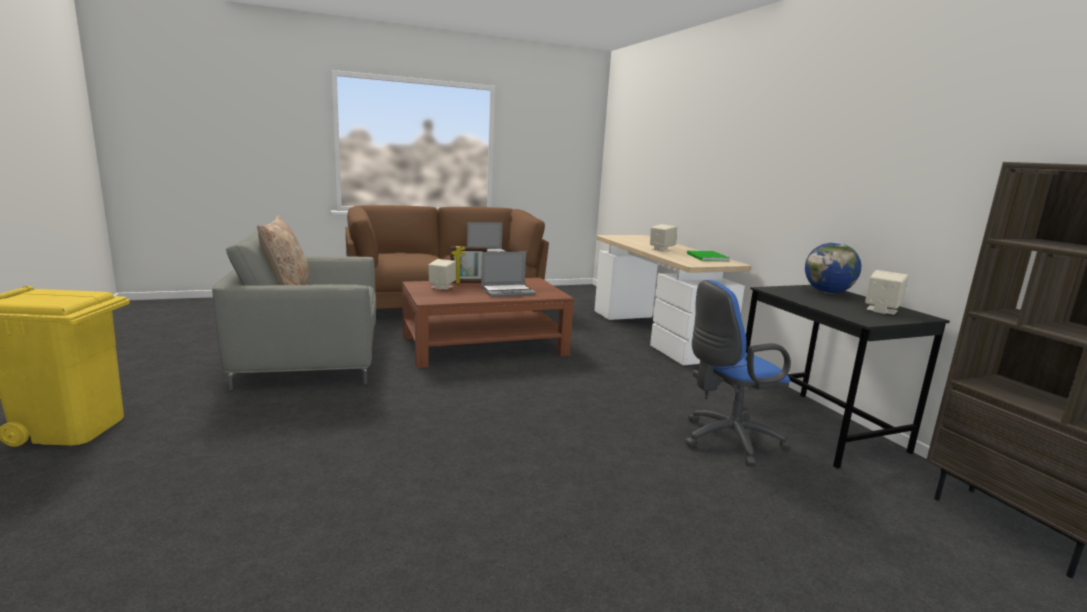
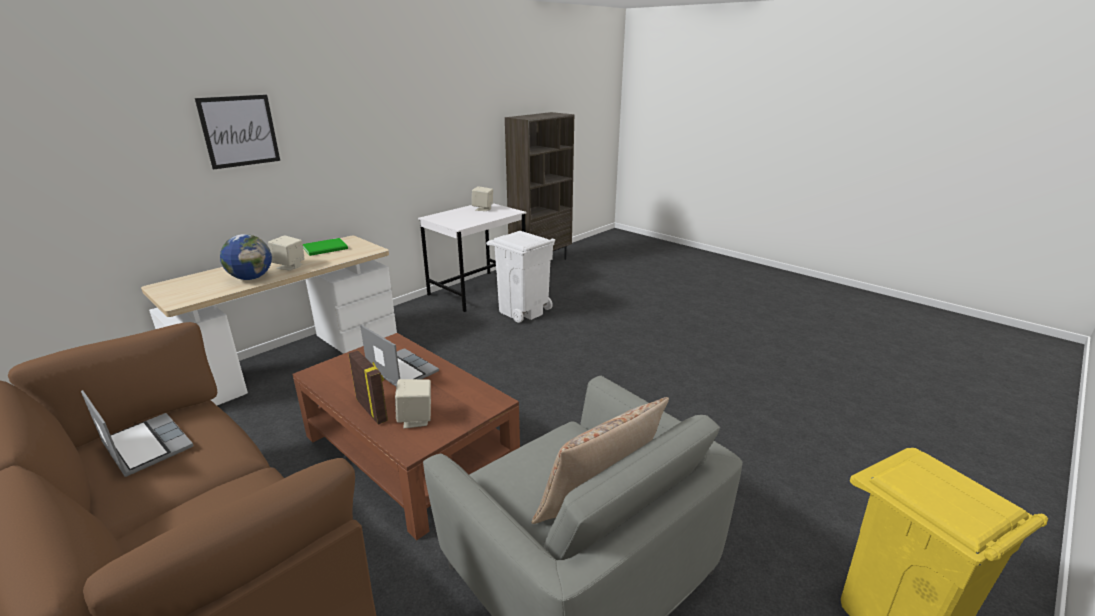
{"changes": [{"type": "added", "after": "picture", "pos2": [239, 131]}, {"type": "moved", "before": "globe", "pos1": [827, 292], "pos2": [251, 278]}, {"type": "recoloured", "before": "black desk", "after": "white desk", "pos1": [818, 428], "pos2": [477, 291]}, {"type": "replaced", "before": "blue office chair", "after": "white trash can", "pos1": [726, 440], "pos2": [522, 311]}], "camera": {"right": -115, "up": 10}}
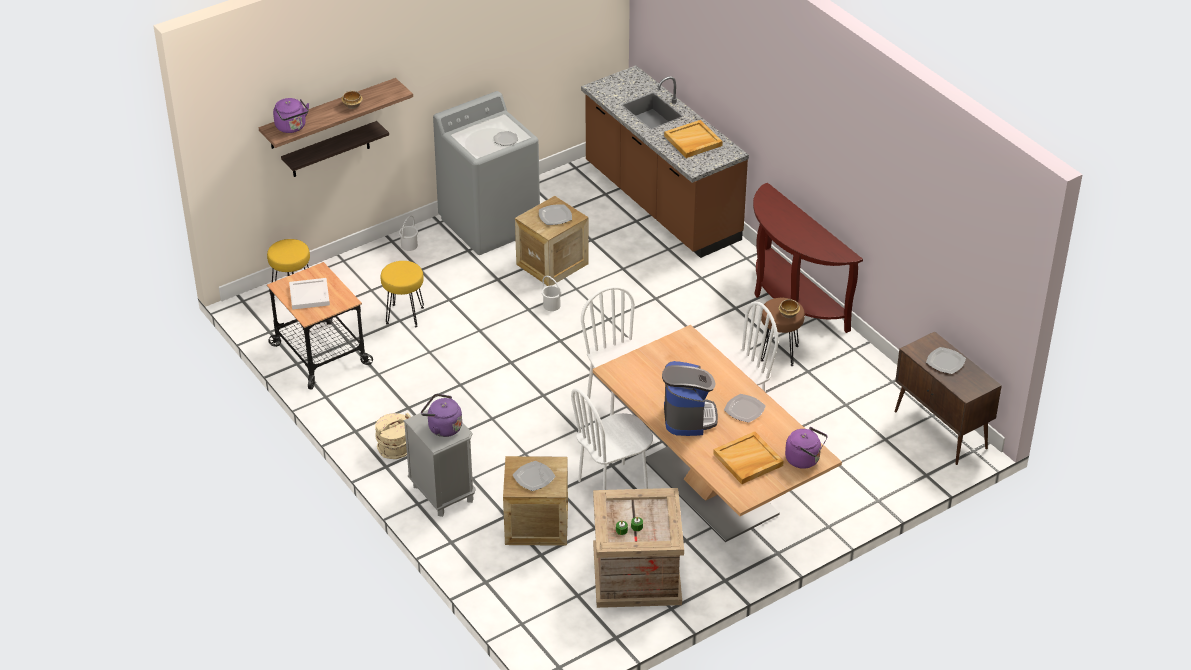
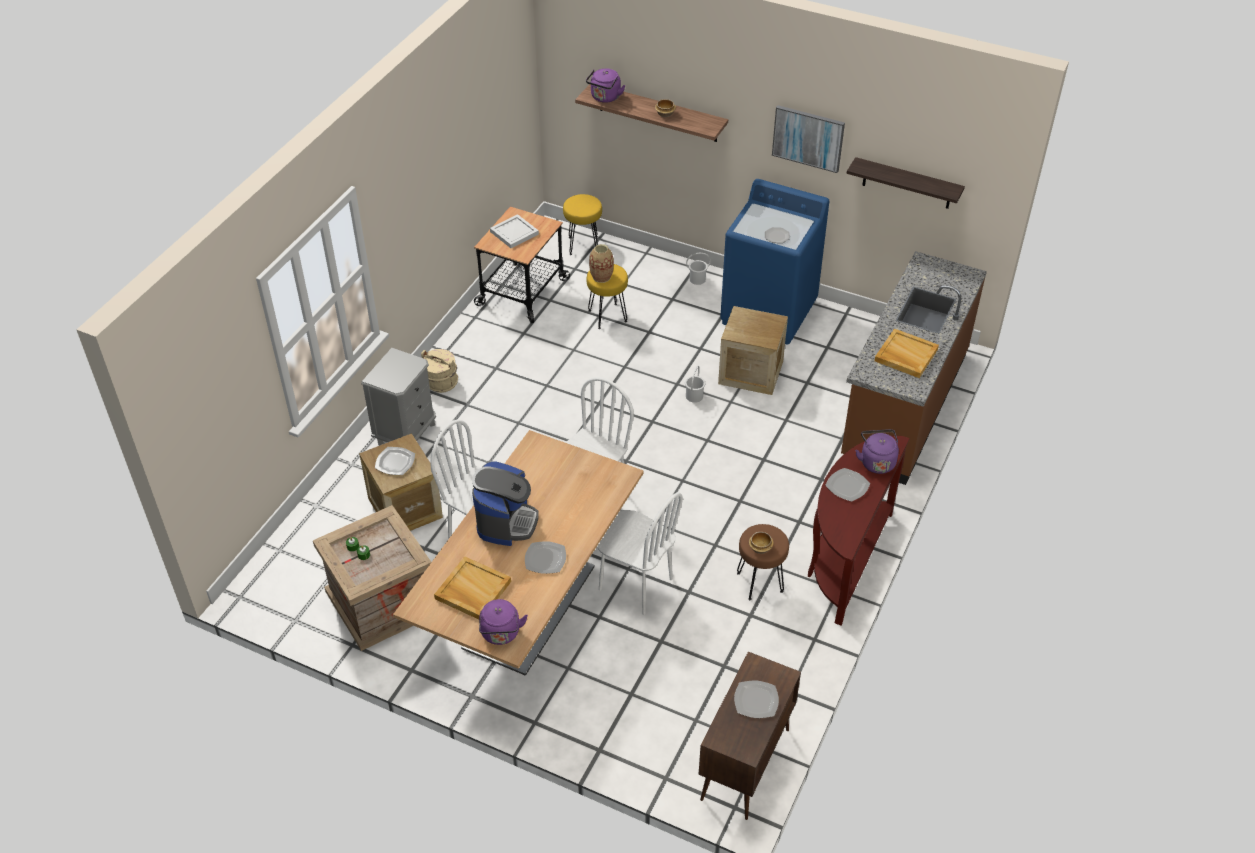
{"changes": [{"type": "turned", "before": "coffee machine", "pos1": [688, 417], "pos2": [506, 522], "turn": -45}, {"type": "added", "after": "vase", "pos2": [601, 277]}, {"type": "recoloured", "before": "grey washing machine", "after": "blue washing machine", "pos1": [490, 224], "pos2": [769, 312]}, {"type": "added", "after": "picture", "pos2": [808, 138]}, {"type": "moved", "before": "plate", "pos1": [555, 216], "pos2": [847, 486]}, {"type": "moved", "before": "shelf", "pos1": [330, 150], "pos2": [907, 184]}, {"type": "moved", "before": "purple kettle", "pos1": [442, 428], "pos2": [876, 461]}], "camera": {"right": 60, "up": 5}}
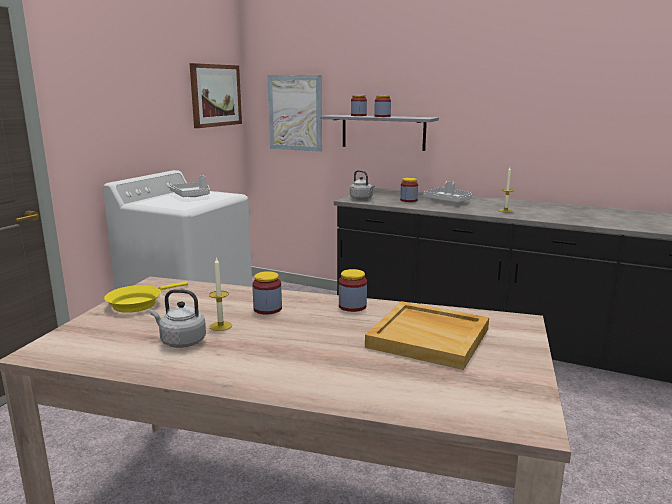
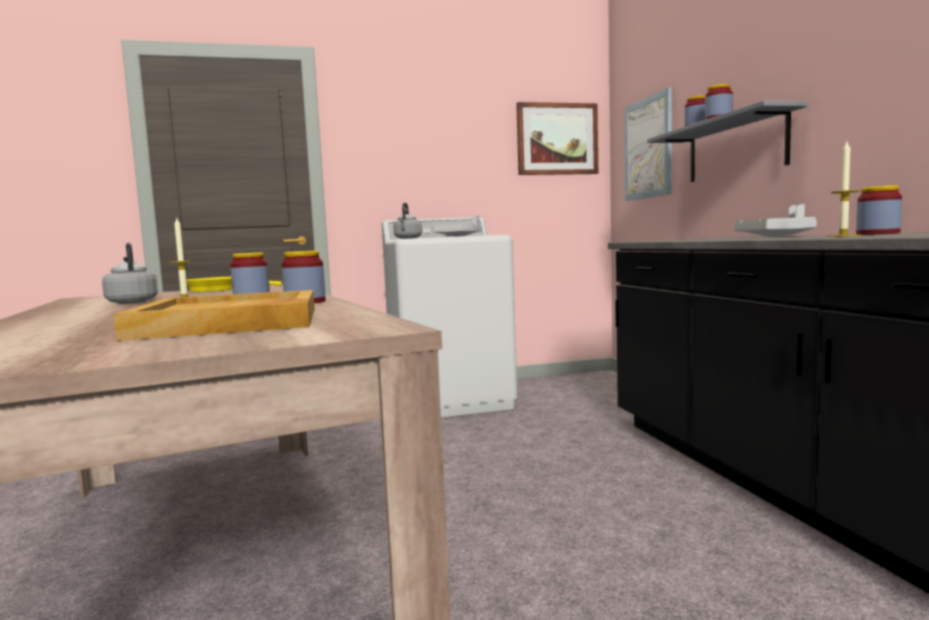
{"changes": [{"type": "moved", "before": "grey kettle", "pos1": [362, 199], "pos2": [407, 238]}, {"type": "moved", "before": "jar", "pos1": [408, 200], "pos2": [877, 234]}], "camera": {"right": 50, "up": -10}}
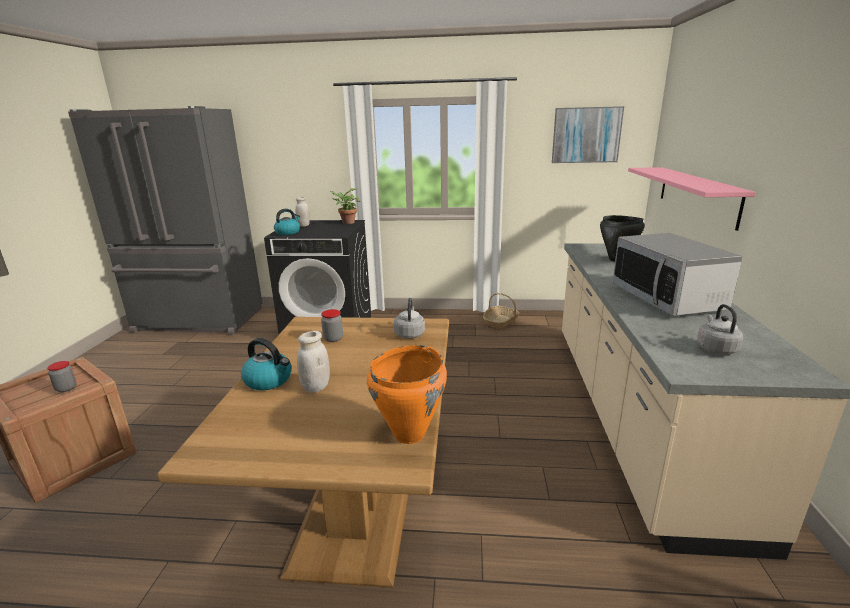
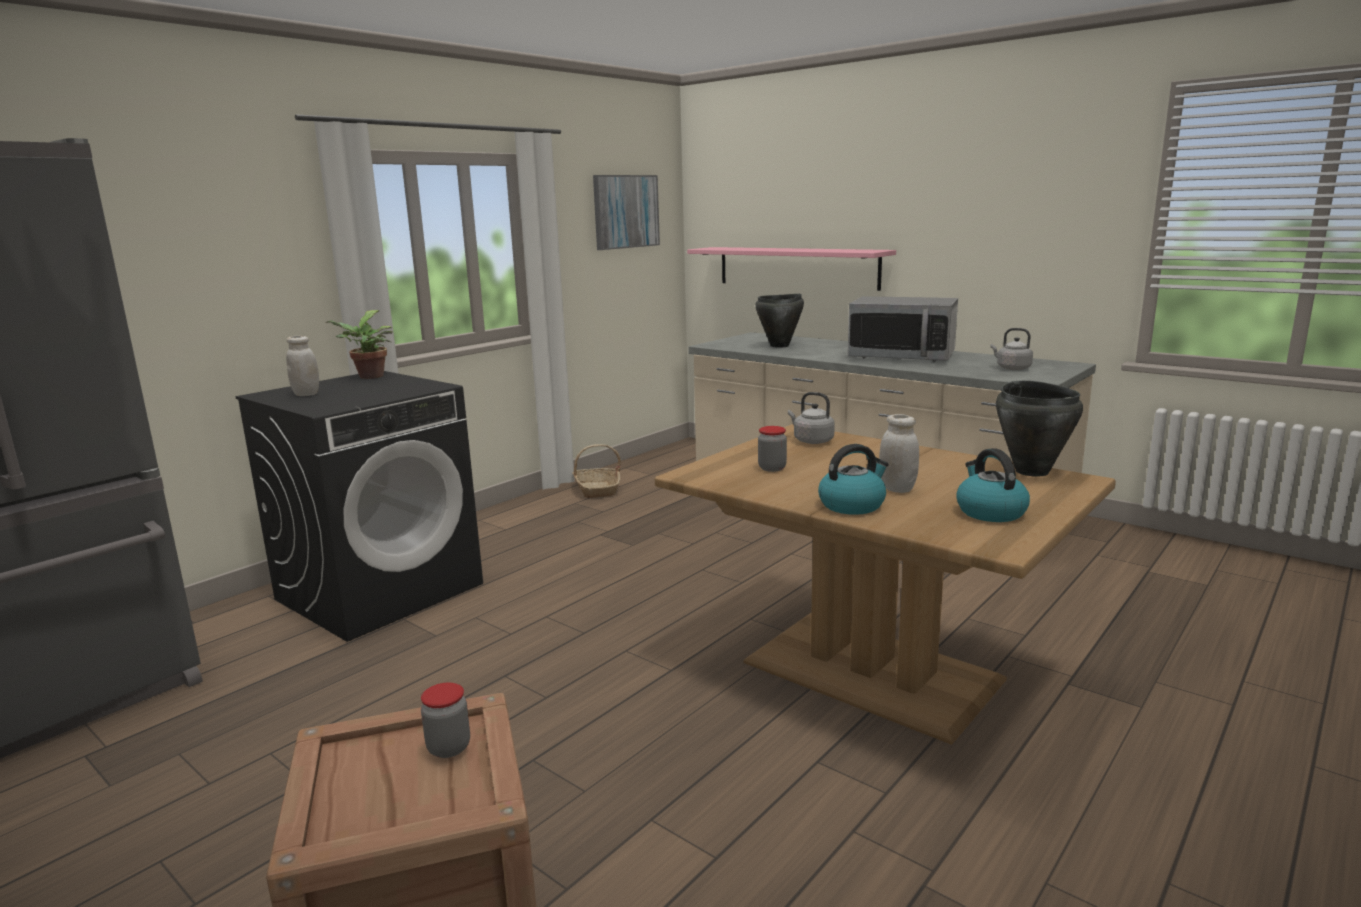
{"changes": [{"type": "moved", "before": "kettle", "pos1": [288, 232], "pos2": [989, 512]}, {"type": "recoloured", "before": "orange cooking pot", "after": "black cooking pot", "pos1": [410, 434], "pos2": [1032, 471]}], "camera": {"right": -55, "up": -5}}
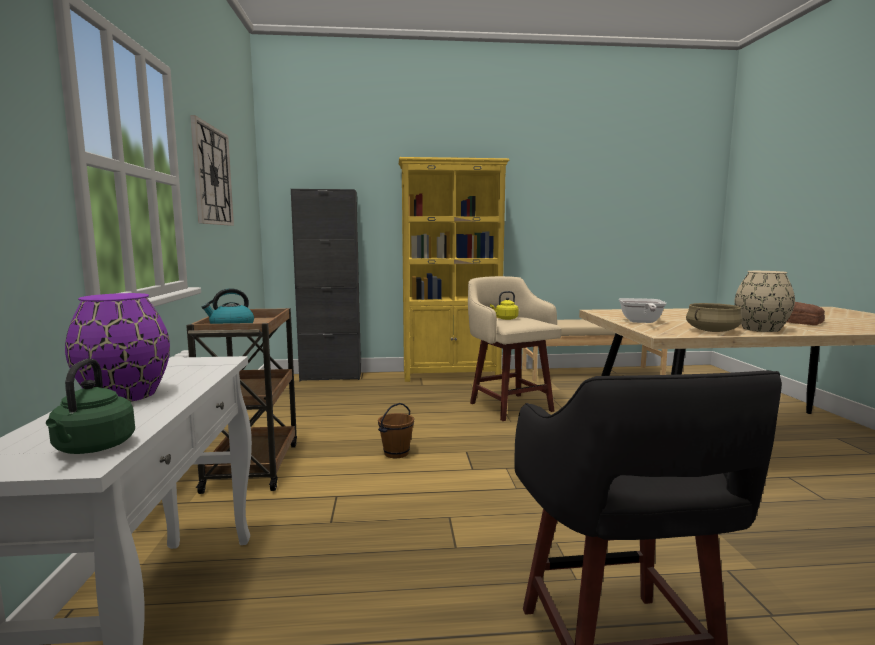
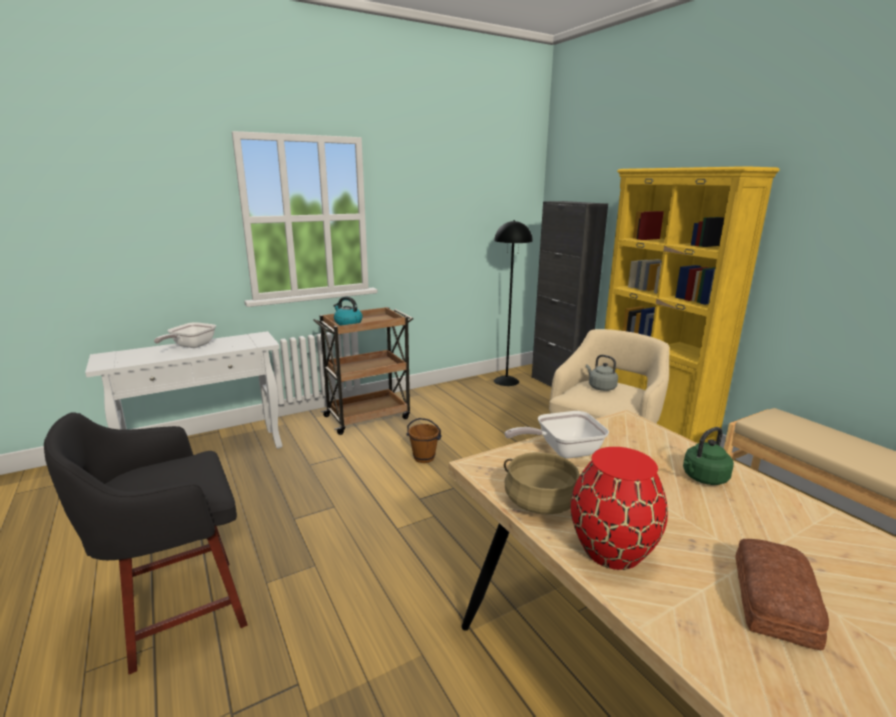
{"changes": [{"type": "replaced", "before": "purple vase", "after": "frying pan", "pos1": [123, 396], "pos2": [190, 346]}, {"type": "added", "after": "black floor lamp", "pos2": [506, 381]}, {"type": "recoloured", "before": "beige vase", "after": "red vase", "pos1": [761, 329], "pos2": [613, 551]}, {"type": "recoloured", "before": "yellow kettle", "after": "grey kettle", "pos1": [505, 319], "pos2": [600, 387]}, {"type": "moved", "before": "green kettle", "pos1": [93, 448], "pos2": [703, 478]}, {"type": "removed", "before": "wall clock", "pos1": [212, 176]}], "camera": {"right": 65, "up": 10}}
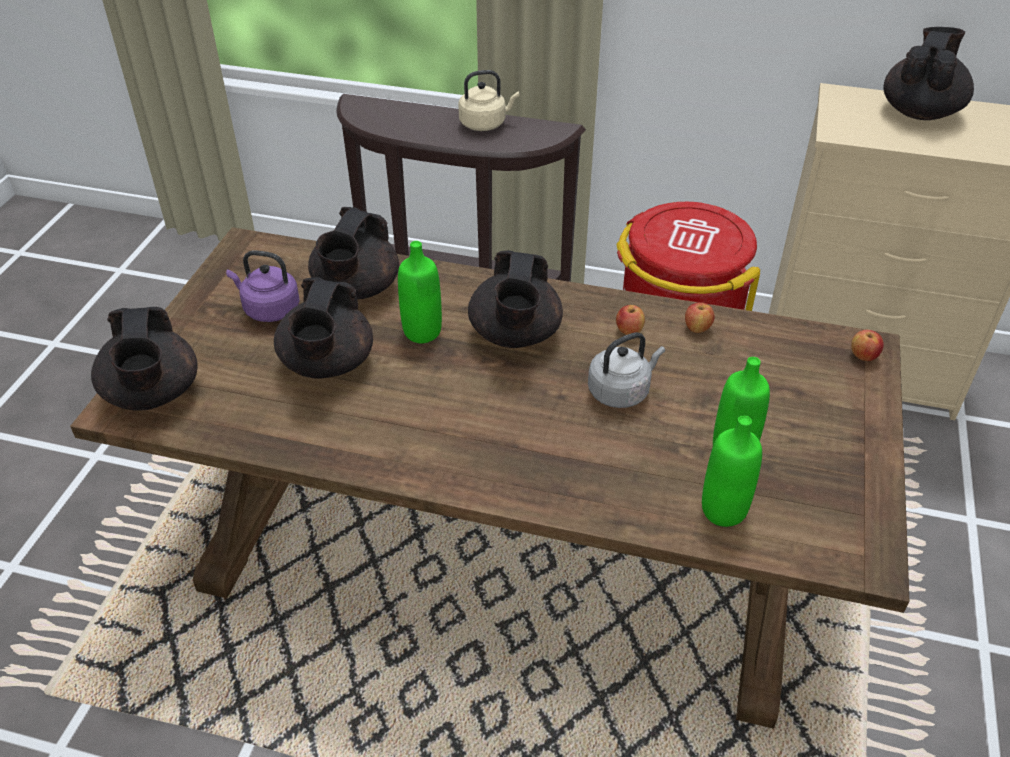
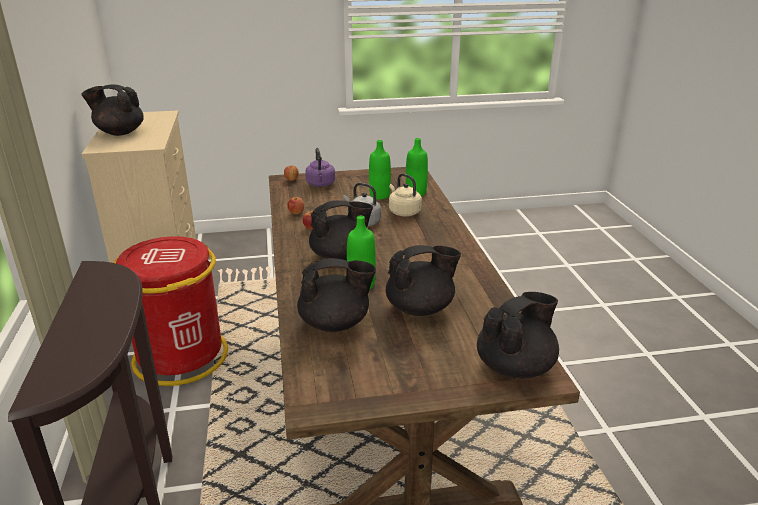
{"changes": [{"type": "moved", "before": "purple kettle", "pos1": [269, 309], "pos2": [320, 184]}, {"type": "moved", "before": "beige kettle", "pos1": [485, 124], "pos2": [403, 212]}], "camera": {"right": -115, "up": -15}}
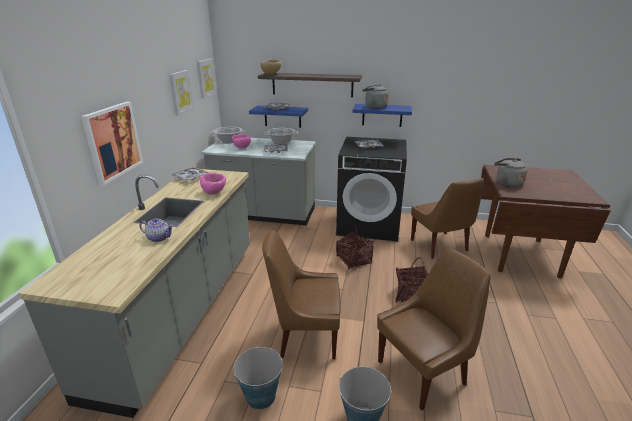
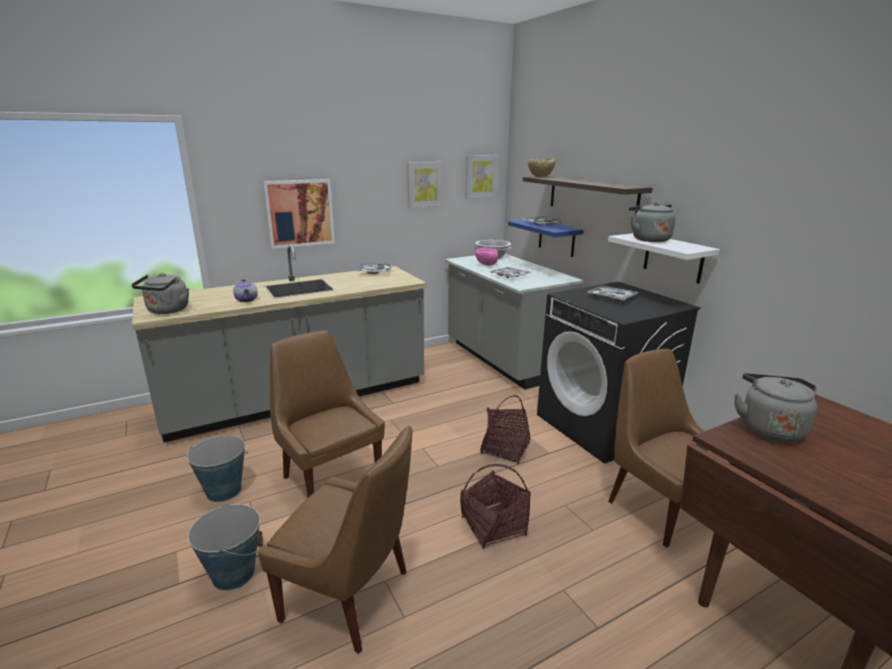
{"changes": [{"type": "added", "after": "grey kettle", "pos2": [167, 311]}, {"type": "recoloured", "before": "blue shelf", "after": "white shelf", "pos1": [382, 115], "pos2": [673, 258]}, {"type": "turned", "before": "brown chair", "pos1": [440, 246], "pos2": [659, 506], "turn": 120}, {"type": "removed", "before": "pink bowl", "pos1": [214, 192]}, {"type": "removed", "before": "cooking pot", "pos1": [281, 142]}], "camera": {"right": 50, "up": -5}}
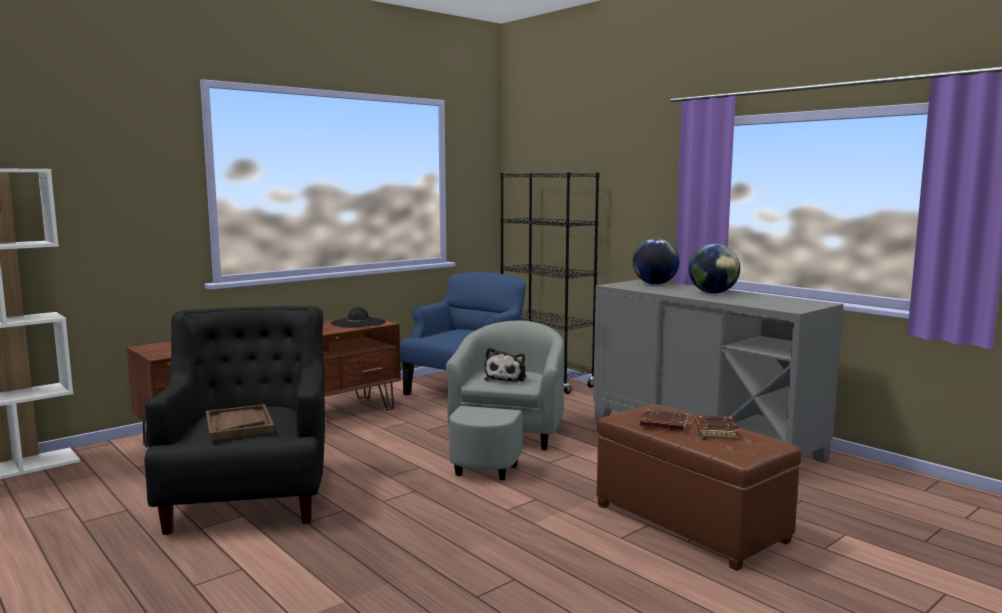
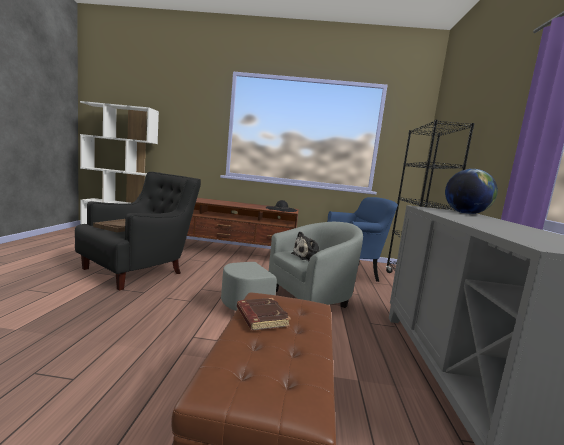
{"changes": [{"type": "removed", "before": "globe", "pos1": [713, 293]}, {"type": "removed", "before": "brown book", "pos1": [714, 431]}], "camera": {"right": 45, "up": 0}}
